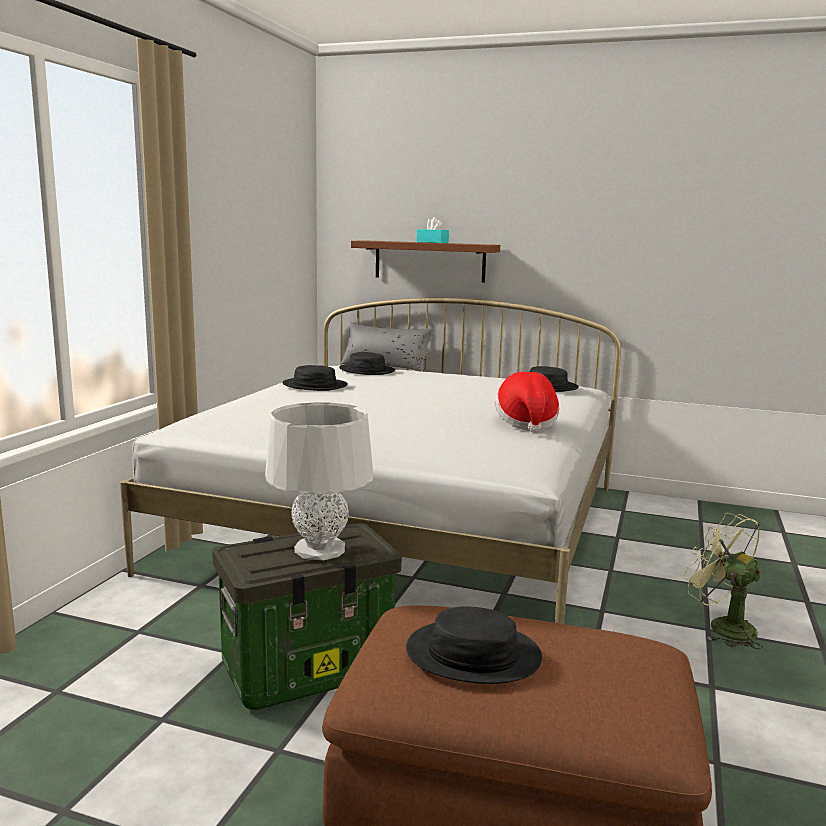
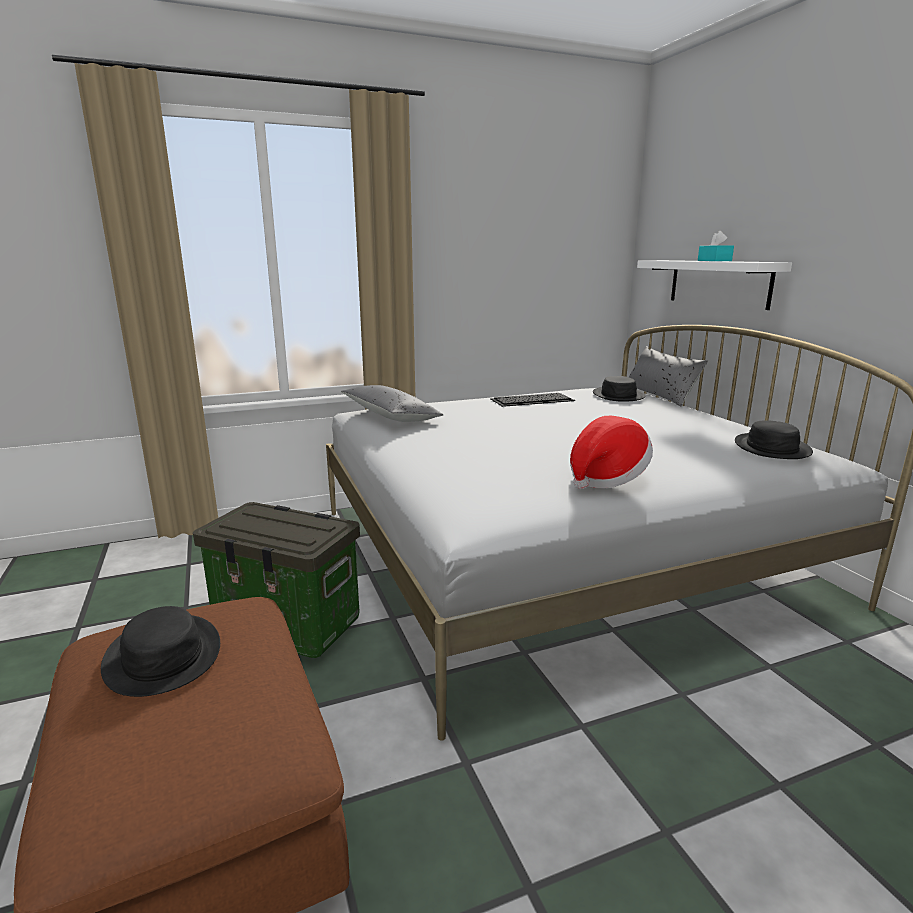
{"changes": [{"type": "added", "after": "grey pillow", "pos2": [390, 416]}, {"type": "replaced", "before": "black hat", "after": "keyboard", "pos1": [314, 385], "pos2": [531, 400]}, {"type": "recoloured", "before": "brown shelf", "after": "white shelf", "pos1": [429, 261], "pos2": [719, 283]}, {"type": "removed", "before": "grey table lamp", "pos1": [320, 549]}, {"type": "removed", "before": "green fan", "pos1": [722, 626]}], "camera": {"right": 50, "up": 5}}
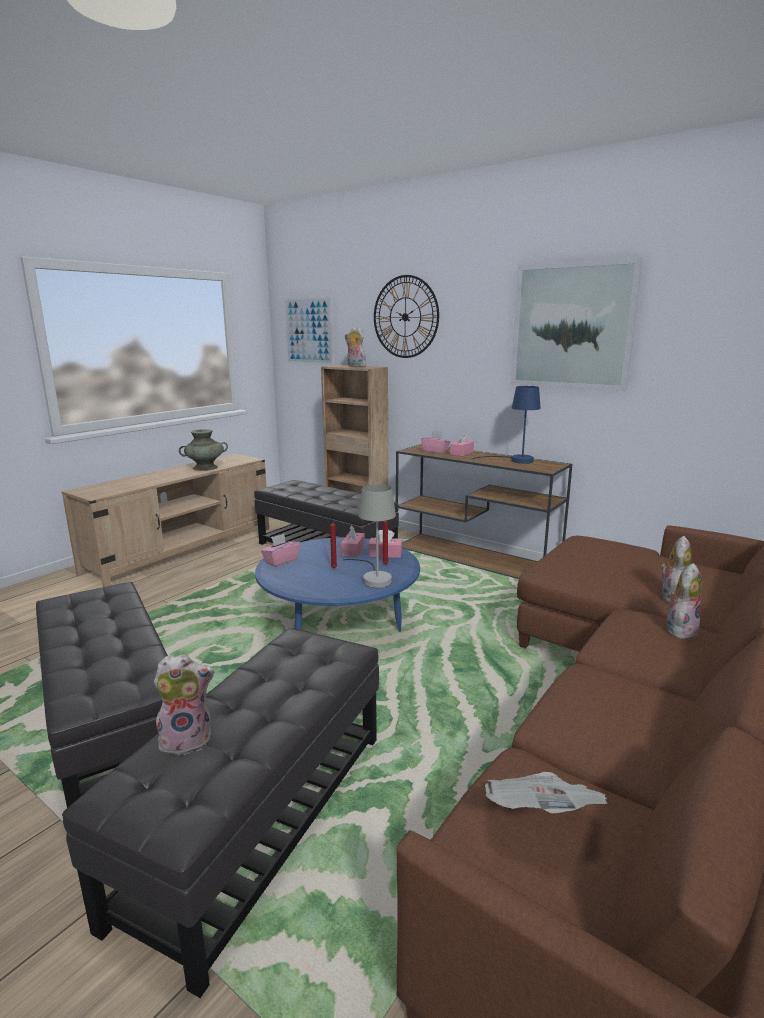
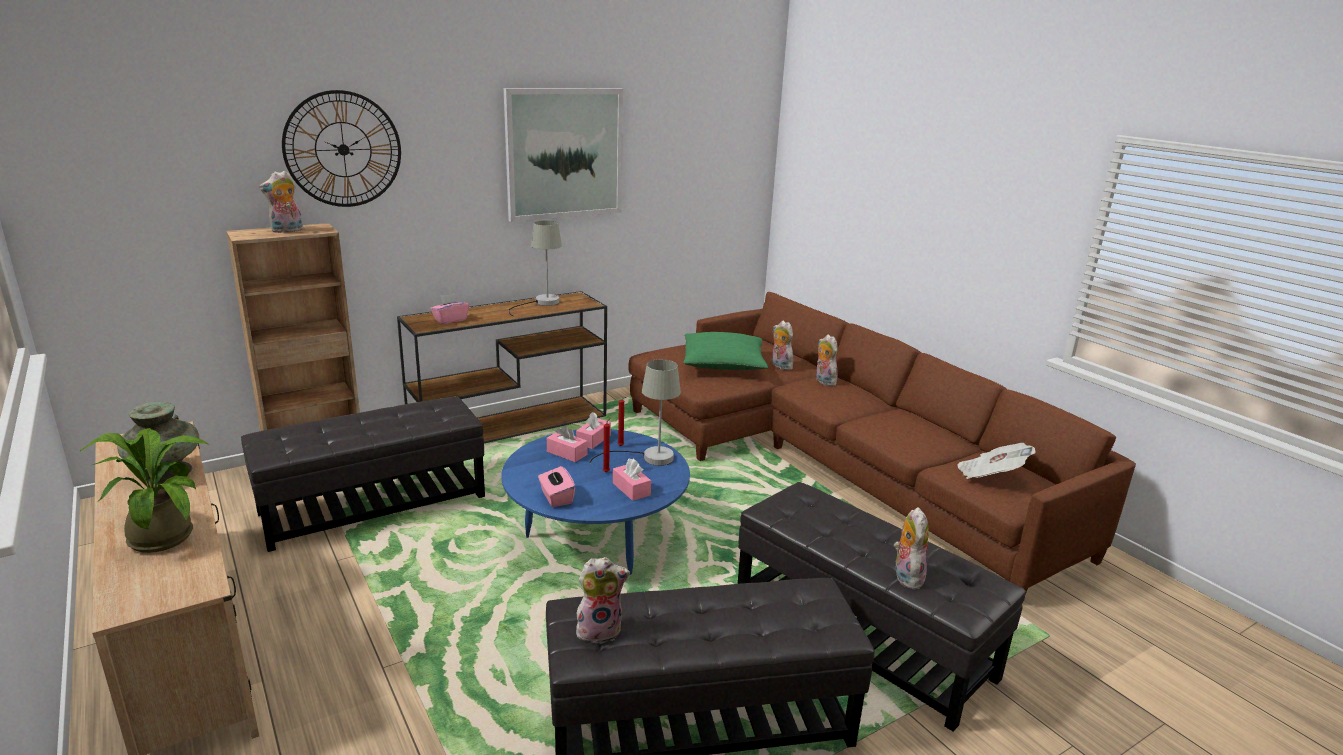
{"changes": [{"type": "added", "after": "potted plant", "pos2": [164, 534]}, {"type": "recoloured", "before": "blue table lamp", "after": "grey table lamp", "pos1": [515, 460], "pos2": [541, 303]}, {"type": "added", "after": "plush toy", "pos2": [600, 630]}, {"type": "moved", "before": "pink tissue box", "pos1": [461, 453], "pos2": [631, 489]}, {"type": "added", "after": "green pillow", "pos2": [723, 363]}, {"type": "removed", "before": "picture", "pos1": [308, 331]}], "camera": {"right": -70, "up": 5}}
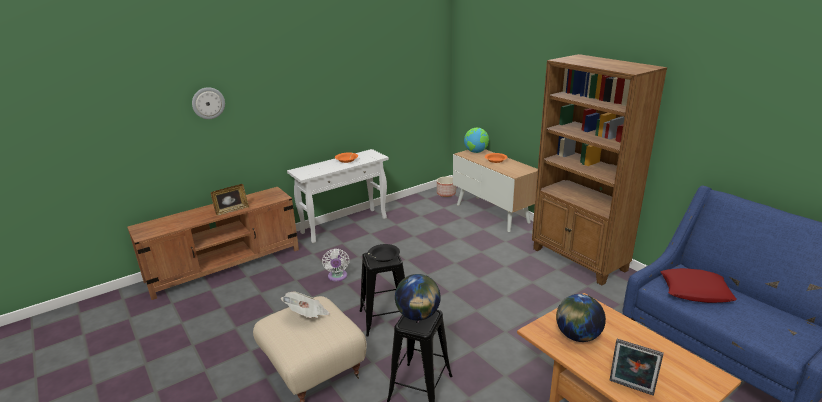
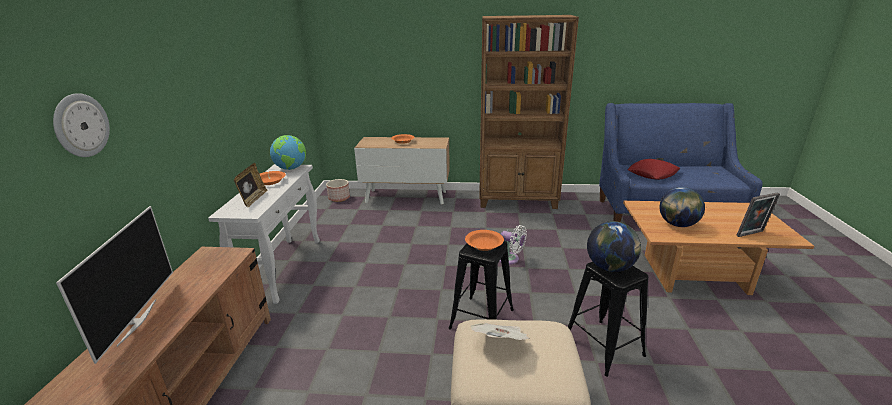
{"changes": [{"type": "added", "after": "television", "pos2": [136, 321]}, {"type": "moved", "before": "picture frame", "pos1": [231, 210], "pos2": [253, 199]}, {"type": "moved", "before": "globe", "pos1": [476, 152], "pos2": [291, 168]}, {"type": "recoloured", "before": "black bowl", "after": "orange bowl", "pos1": [384, 257], "pos2": [484, 245]}, {"type": "moved", "before": "white fan", "pos1": [337, 277], "pos2": [510, 259]}], "camera": {"right": -50, "up": 0}}
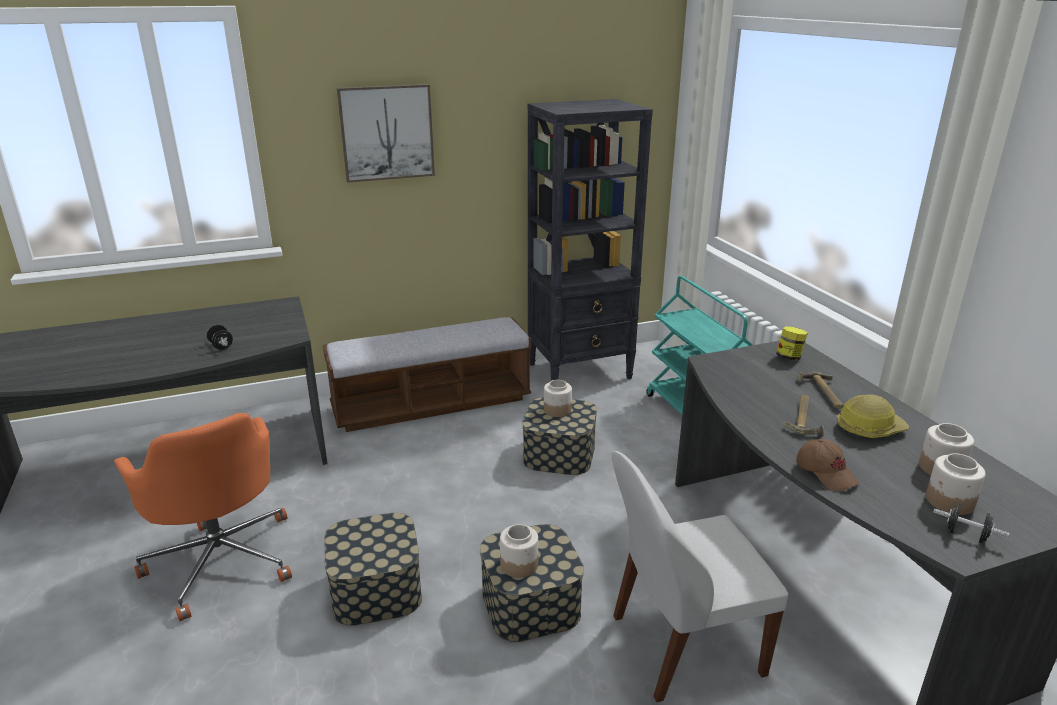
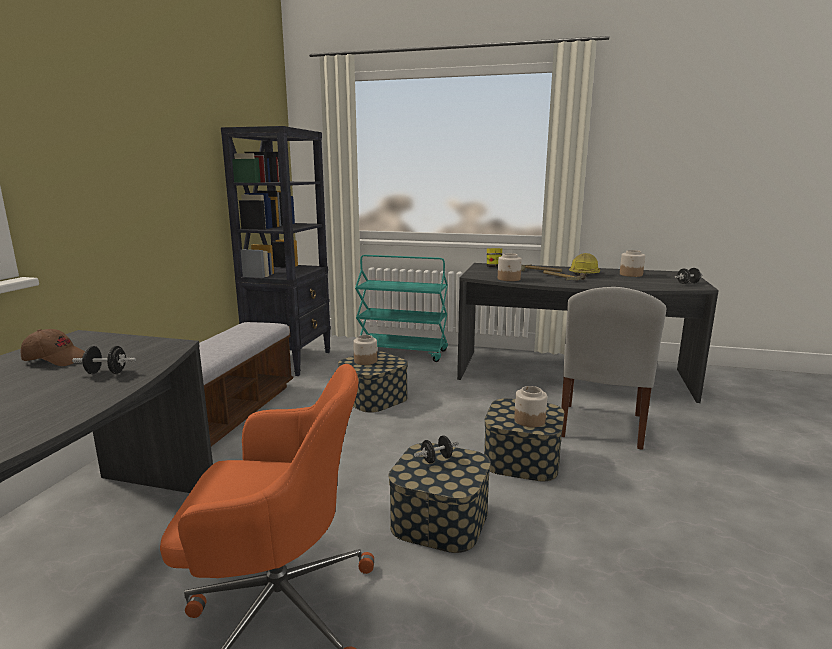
{"changes": [{"type": "moved", "before": "brown cap", "pos1": [826, 473], "pos2": [57, 359]}, {"type": "added", "after": "black dumbbell", "pos2": [436, 459]}, {"type": "moved", "before": "jar", "pos1": [949, 502], "pos2": [509, 279]}, {"type": "removed", "before": "picture", "pos1": [387, 132]}], "camera": {"right": -55, "up": -10}}
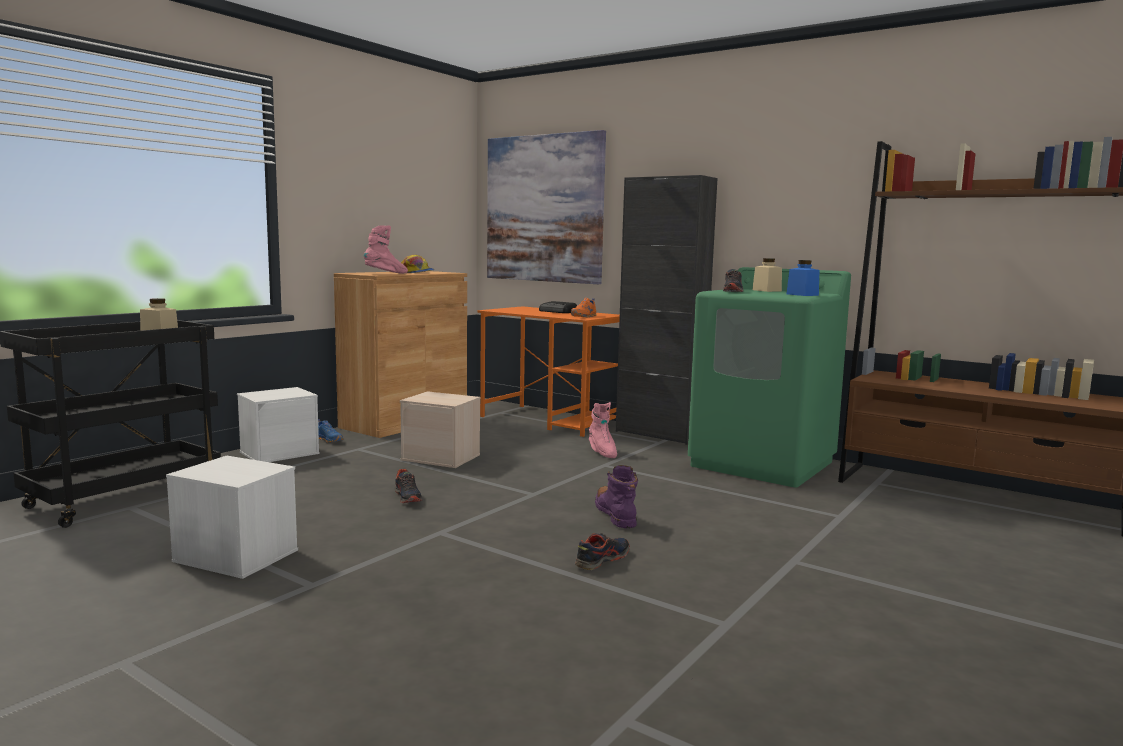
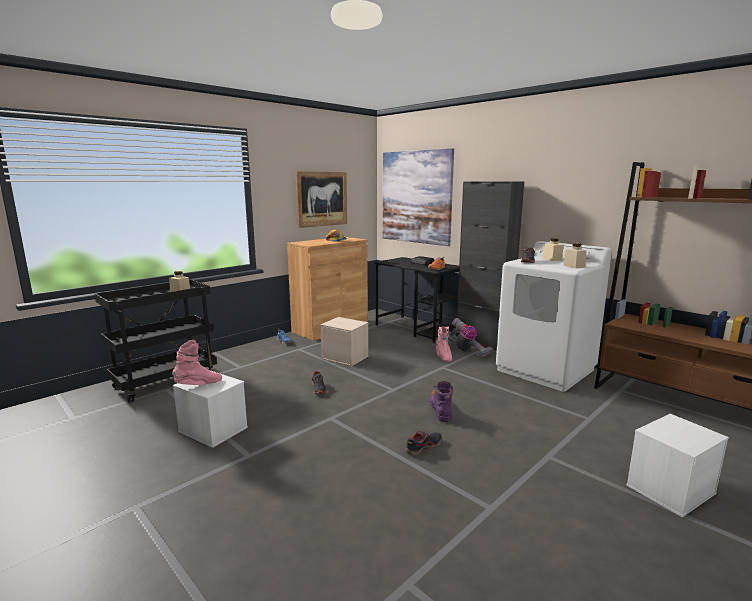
{"changes": [{"type": "moved", "before": "pink boot", "pos1": [386, 274], "pos2": [199, 385]}, {"type": "added", "after": "picture", "pos2": [322, 199]}, {"type": "recoloured", "before": "orange desk", "after": "black desk", "pos1": [550, 420], "pos2": [417, 329]}, {"type": "added", "after": "vacuum cleaner", "pos2": [466, 351]}, {"type": "recoloured", "before": "green washing machine", "after": "white washing machine", "pos1": [763, 464], "pos2": [546, 370]}, {"type": "recoloured", "before": "blue jar", "after": "beige jar", "pos1": [802, 295], "pos2": [574, 266]}, {"type": "moved", "before": "white storage box", "pos1": [280, 452], "pos2": [670, 488]}], "camera": {"right": 10, "up": 5}}
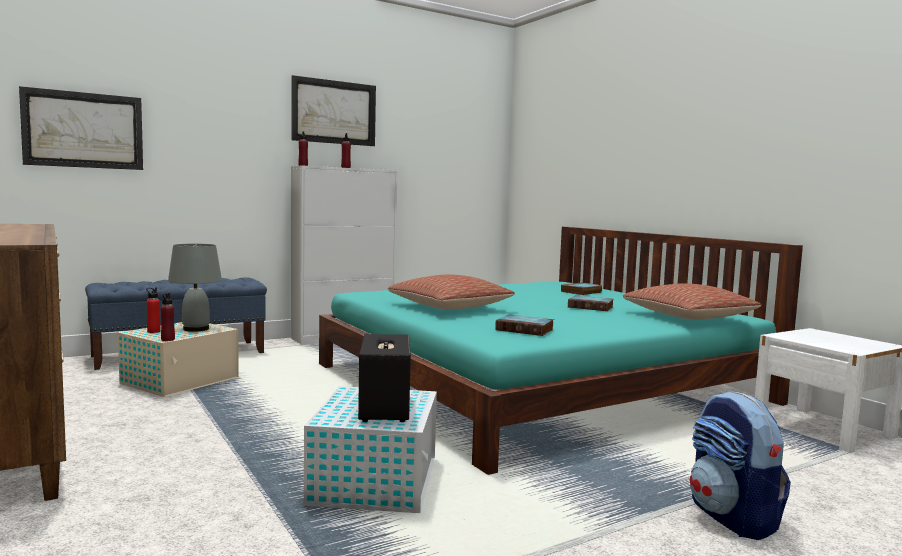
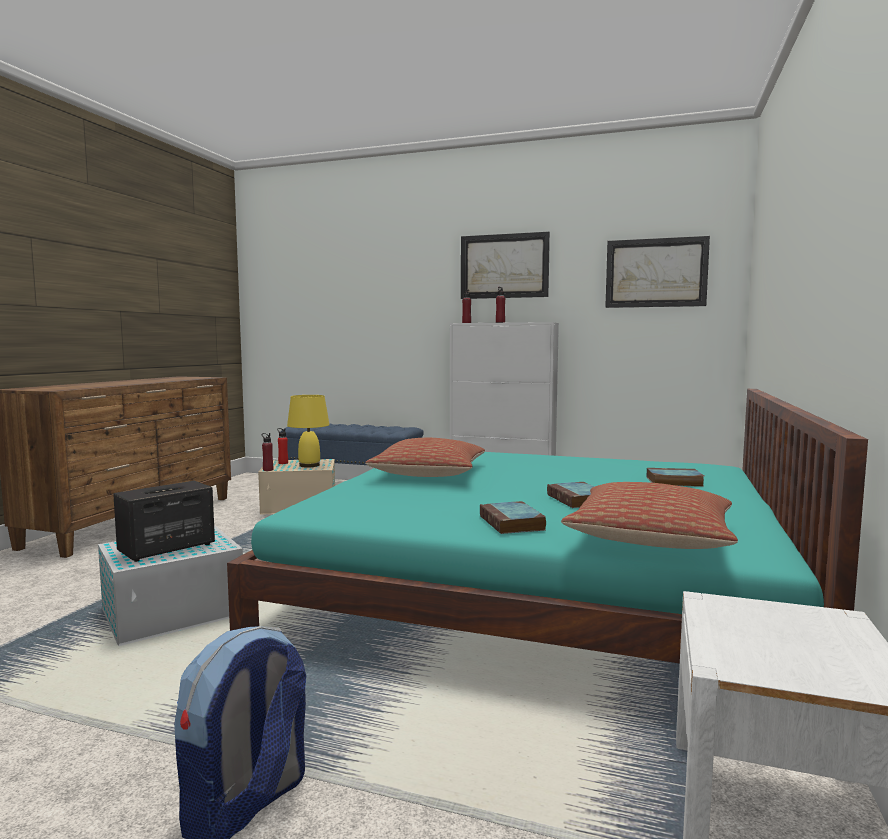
{"changes": [{"type": "recoloured", "before": "grey table lamp", "after": "yellow table lamp", "pos1": [195, 329], "pos2": [309, 465]}, {"type": "moved", "before": "book", "pos1": [526, 330], "pos2": [512, 523]}, {"type": "moved", "before": "picture", "pos1": [83, 130], "pos2": [656, 273]}], "camera": {"right": 50, "up": 0}}
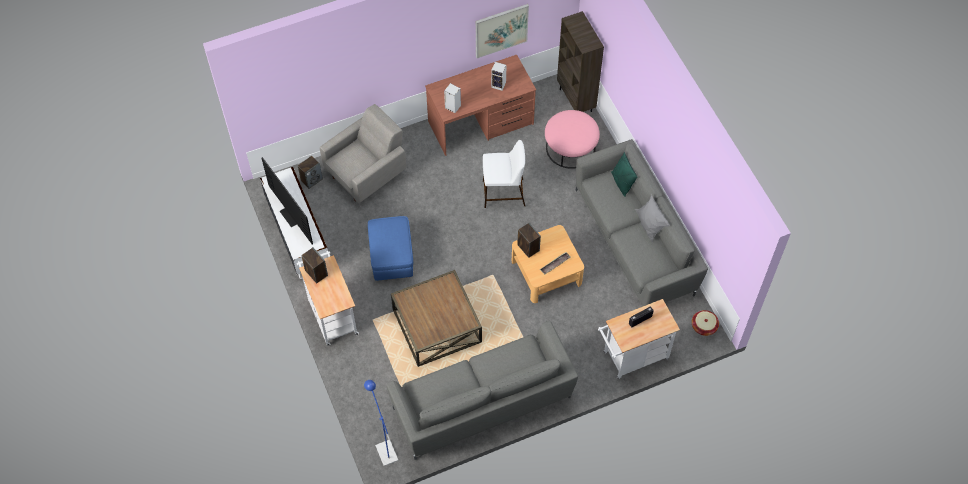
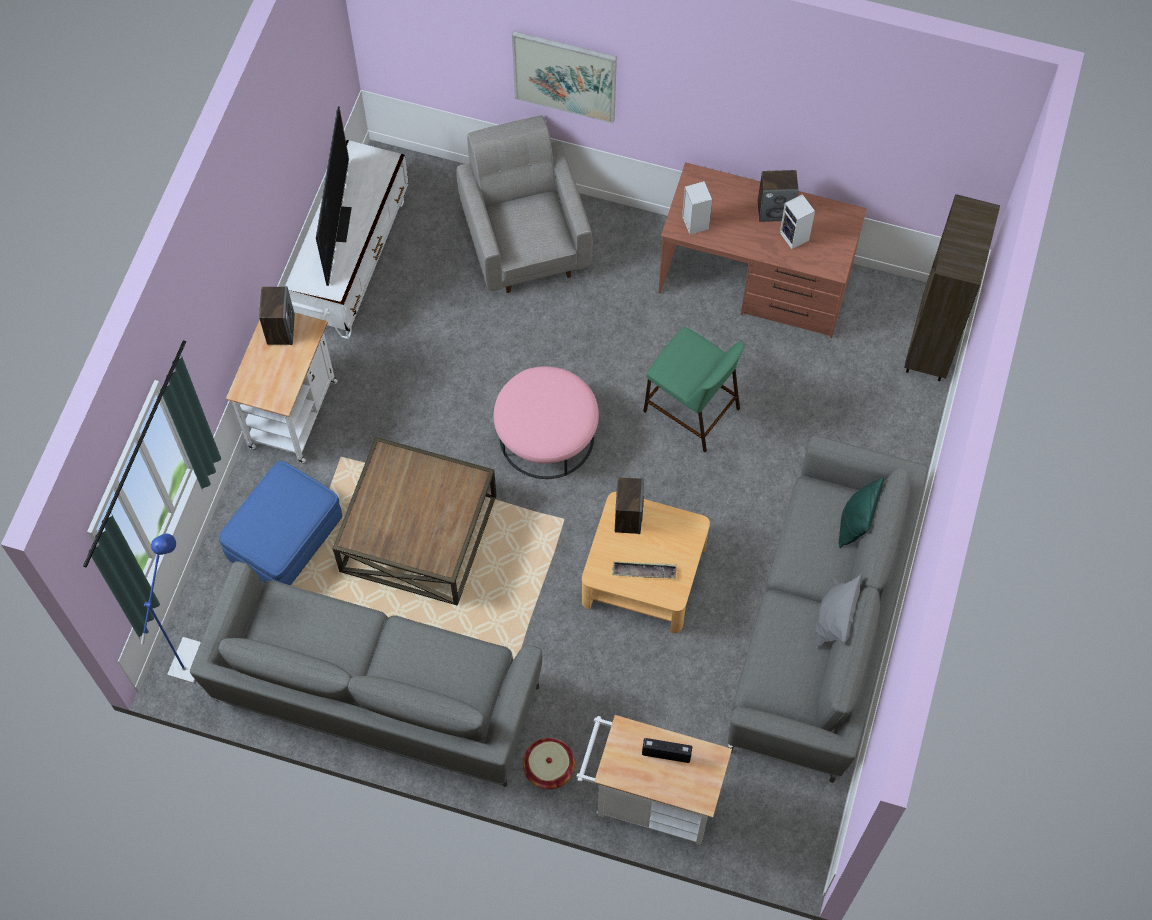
{"changes": [{"type": "moved", "before": "blue ottoman", "pos1": [391, 256], "pos2": [286, 539]}, {"type": "turned", "before": "grey armchair", "pos1": [367, 173], "pos2": [525, 240], "turn": -105}, {"type": "moved", "before": "pink ottoman", "pos1": [570, 147], "pos2": [546, 435]}, {"type": "moved", "before": "picture", "pos1": [501, 30], "pos2": [565, 76]}, {"type": "moved", "before": "basket", "pos1": [704, 326], "pos2": [549, 768]}, {"type": "recoloured", "before": "white stool", "after": "green stool", "pos1": [503, 193], "pos2": [690, 409]}, {"type": "moved", "before": "speaker", "pos1": [311, 179], "pos2": [775, 210]}], "camera": {"right": 40, "up": 5}}
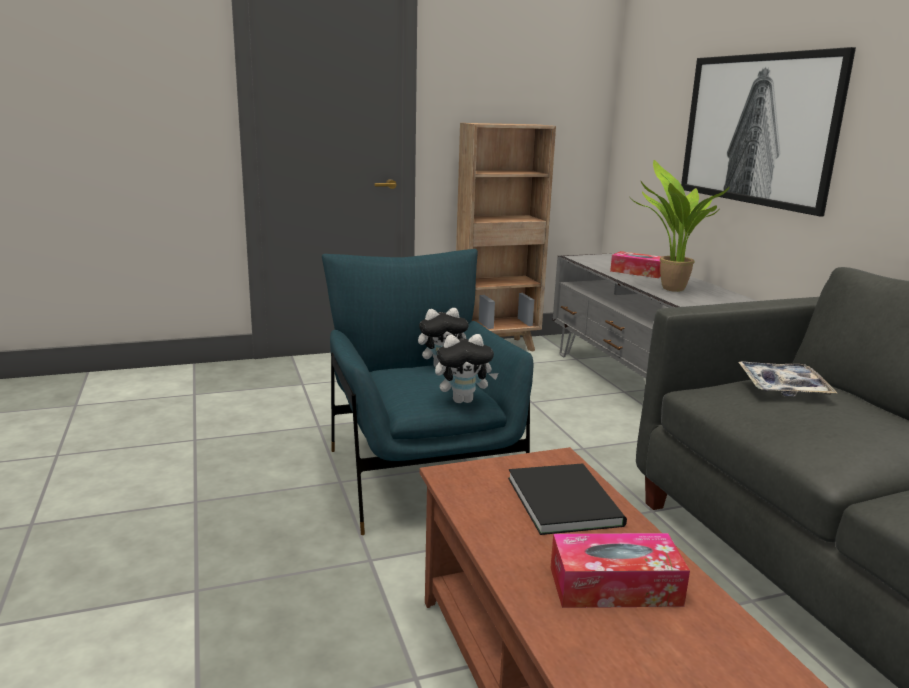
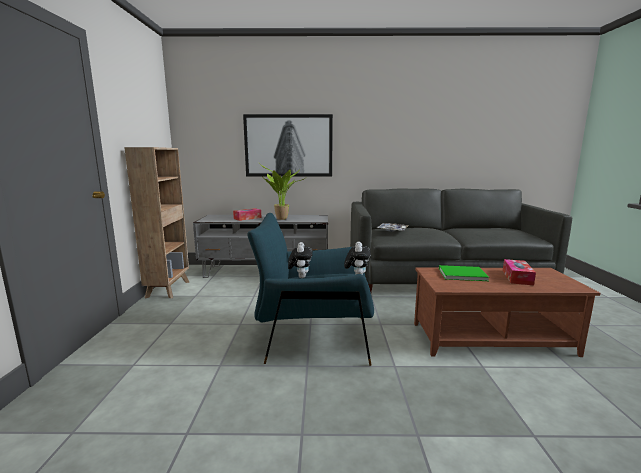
{"changes": [{"type": "recoloured", "before": "black book", "after": "green book", "pos1": [565, 499], "pos2": [460, 274]}], "camera": {"right": -70, "up": -5}}
